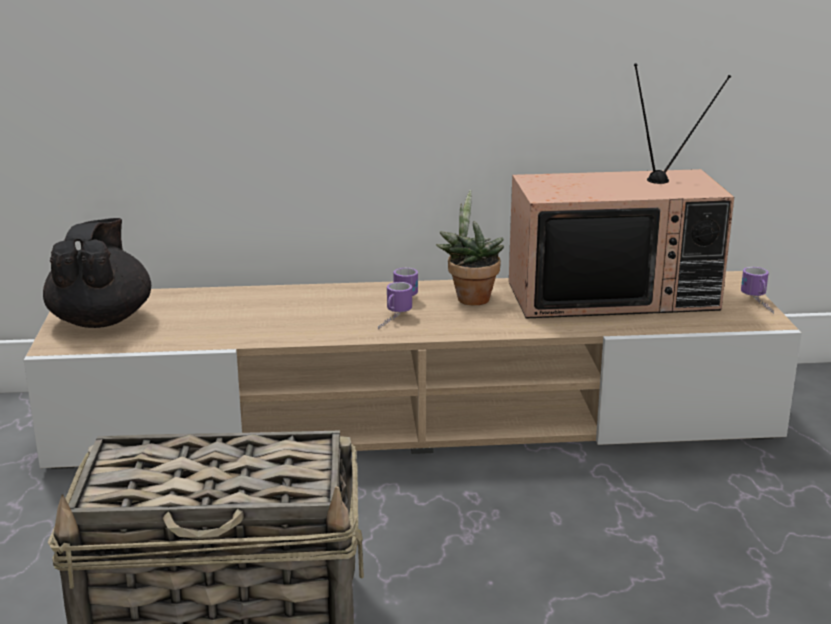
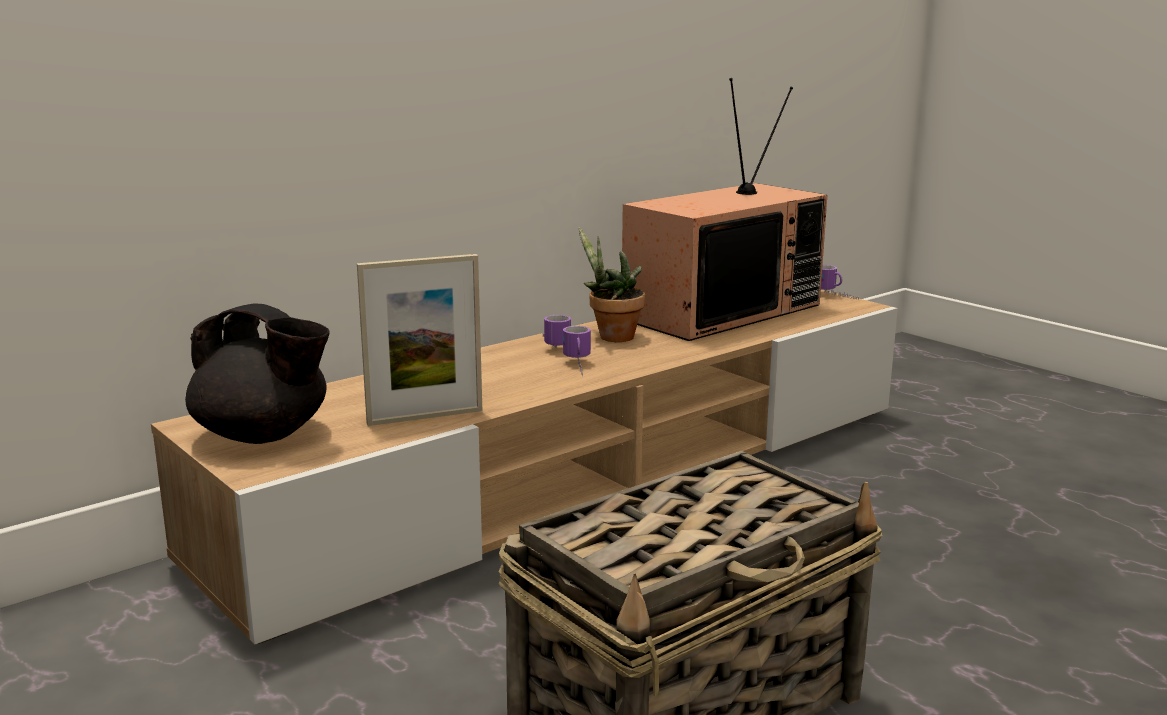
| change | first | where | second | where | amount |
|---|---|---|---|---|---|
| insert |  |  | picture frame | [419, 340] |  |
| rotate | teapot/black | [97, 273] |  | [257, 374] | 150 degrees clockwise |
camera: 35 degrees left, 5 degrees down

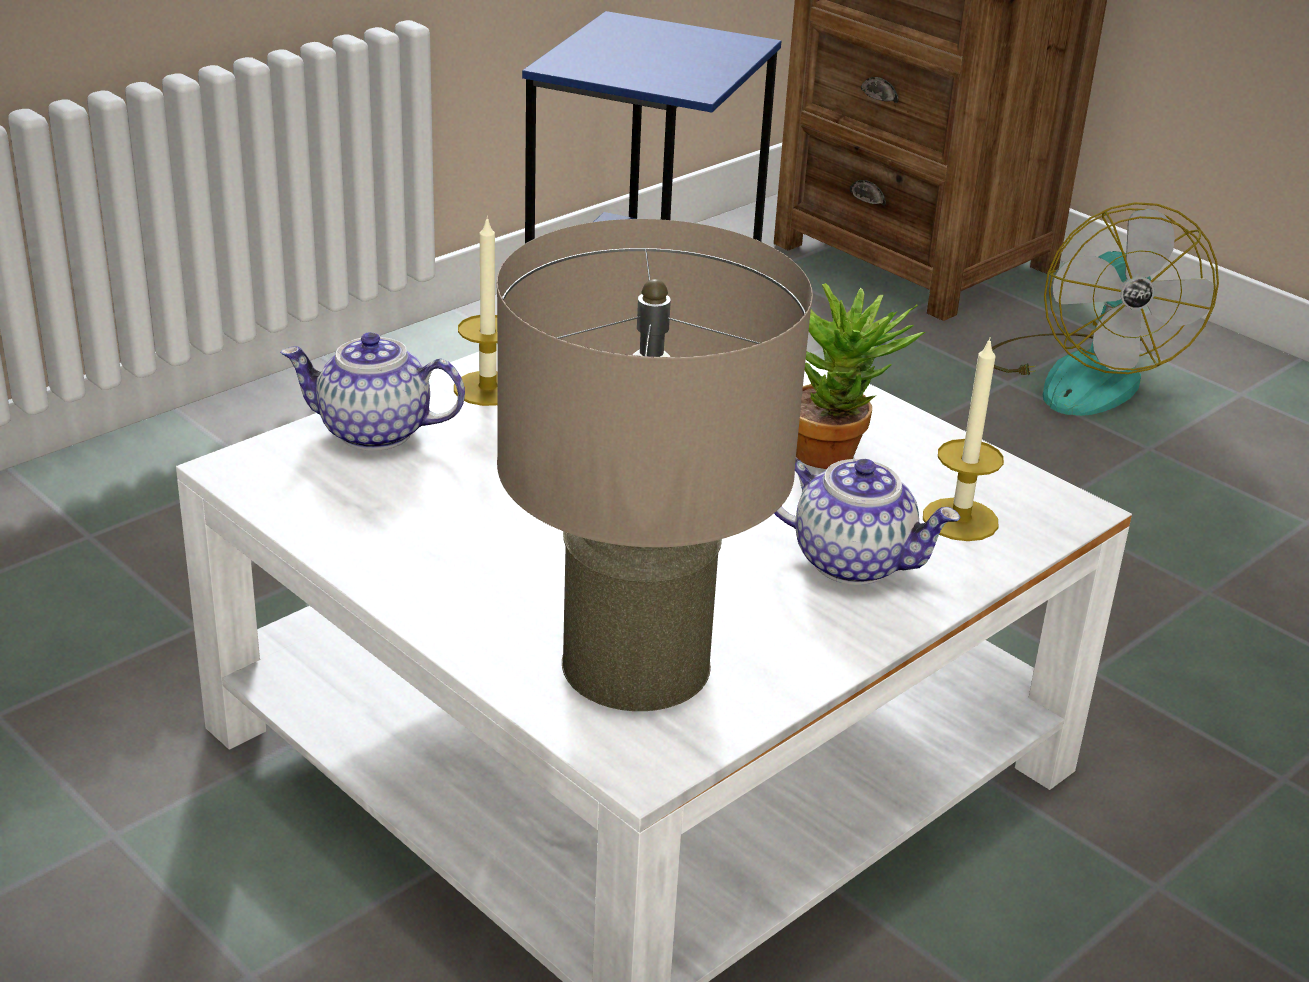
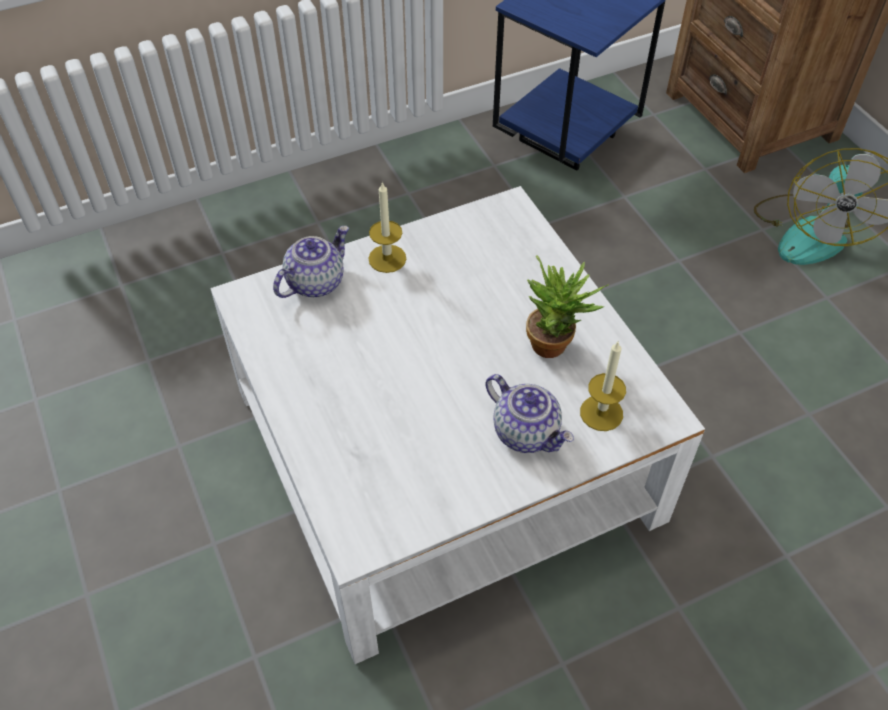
| change | first | where | second | where | amount |
|---|---|---|---|---|---|
| delete | table lamp/beige | [655, 465] |  |  |  |
| rotate | teapot | [372, 391] |  | [311, 262] | 105 degrees clockwise |
camera: 20 degrees right, 20 degrees up

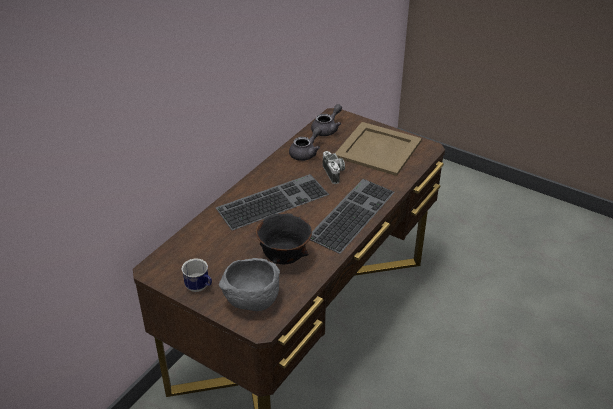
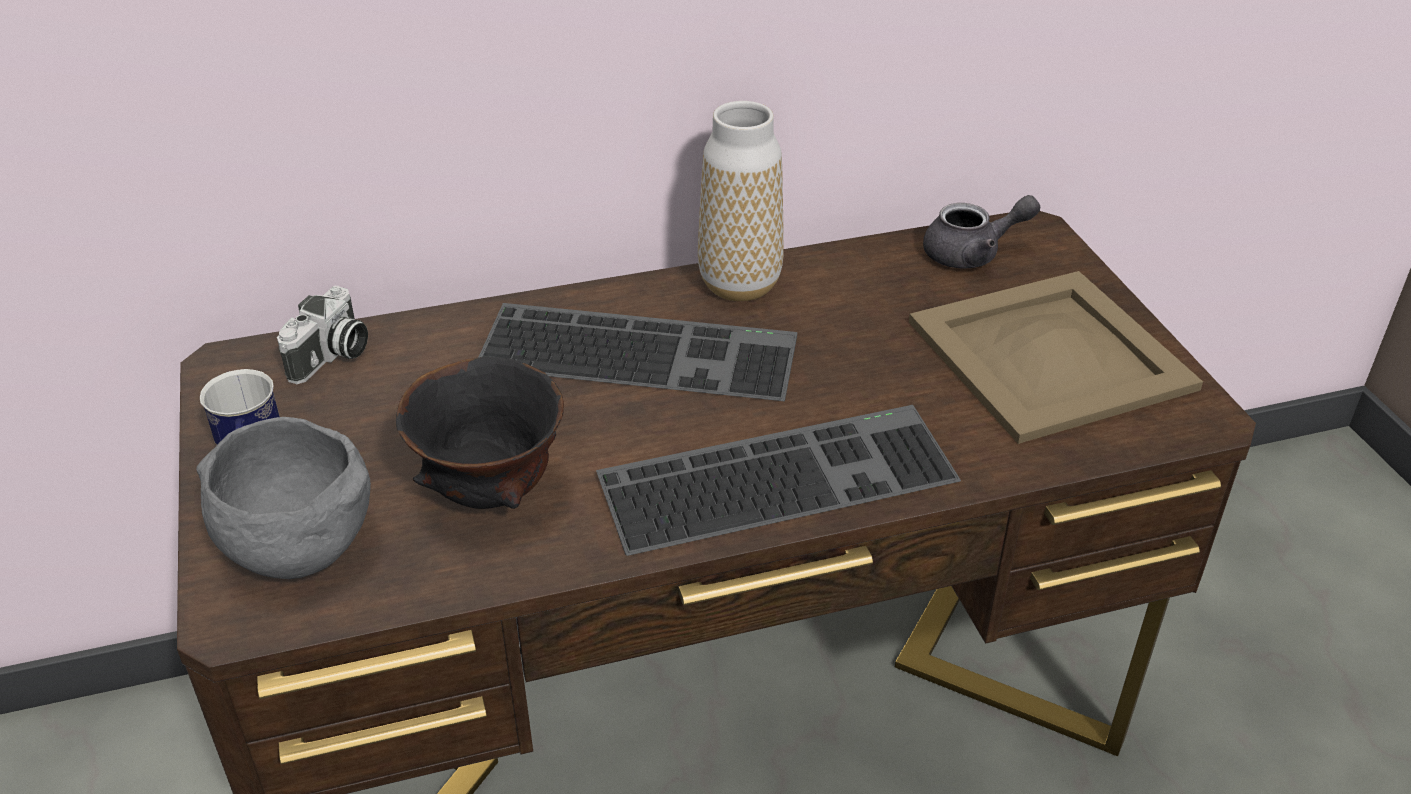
| change | first | where | second | where | amount |
|---|---|---|---|---|---|
| delete | teapot/grey | [305, 144] |  |  |  |
| insert |  |  | vase | [741, 201] |  |
| move | photo camera | [334, 167] |  | [322, 335] |  |
camera: 40 degrees right, 0 degrees up

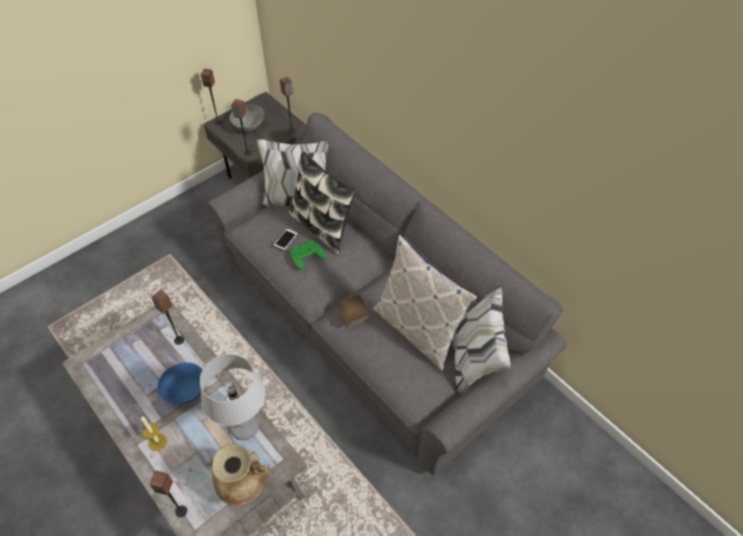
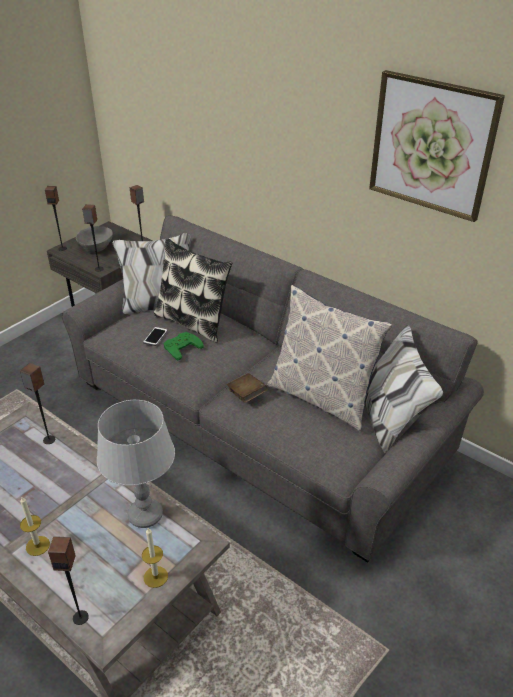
| change | first | where | second | where | amount |
|---|---|---|---|---|---|
| delete | bowl/blue | [180, 383] |  |  |  |
| insert |  |  | picture | [437, 146] |  |
| replace | vase/beige | [239, 475] | candle | [155, 558] |  |
camera: 10 degrees left, 15 degrees down

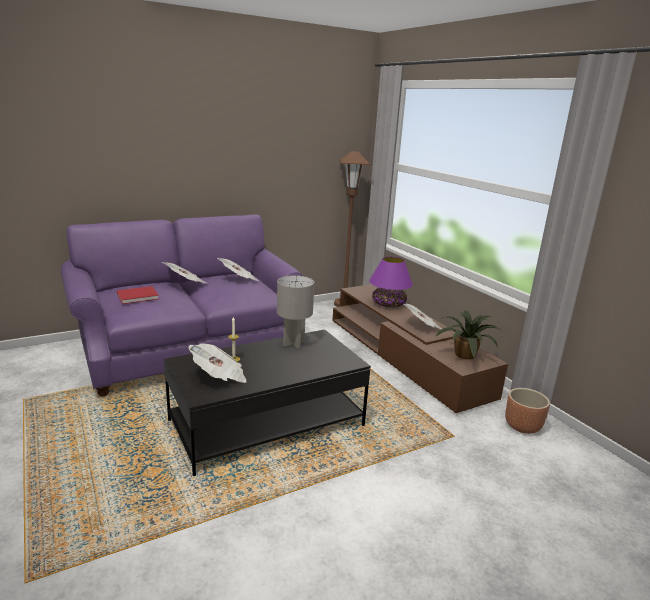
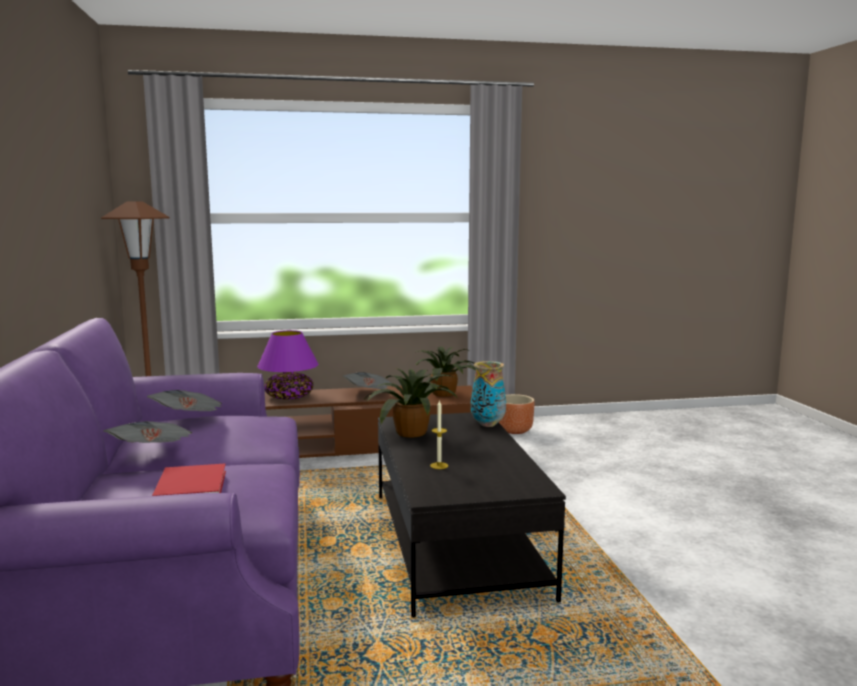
| change | first | where | second | where | amount |
|---|---|---|---|---|---|
| delete | newspaper | [217, 363] |  |  |  |
| insert |  |  | vase | [488, 394] |  |
| replace | table lamp/grey | [295, 311] | potted plant | [410, 403] |  |
camera: 70 degrees left, 10 degrees down

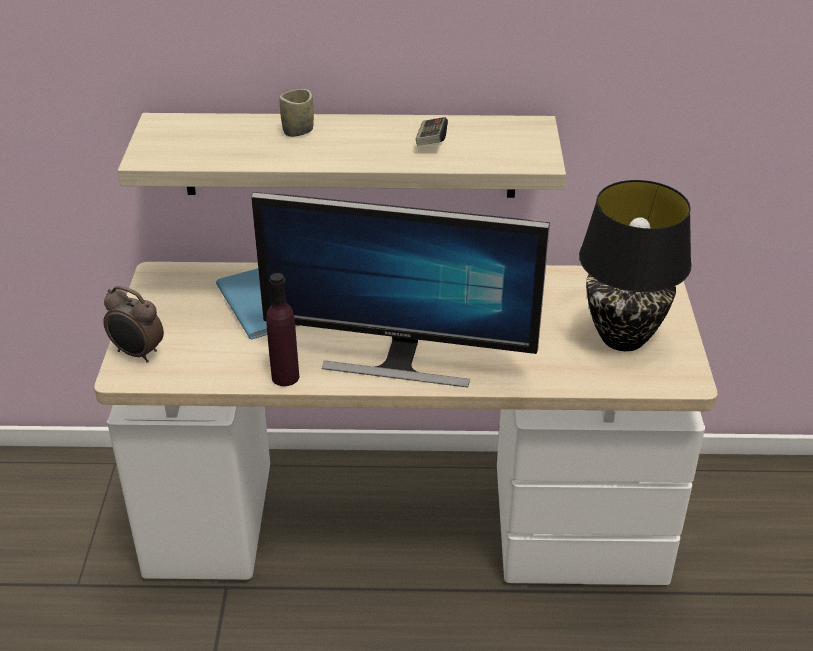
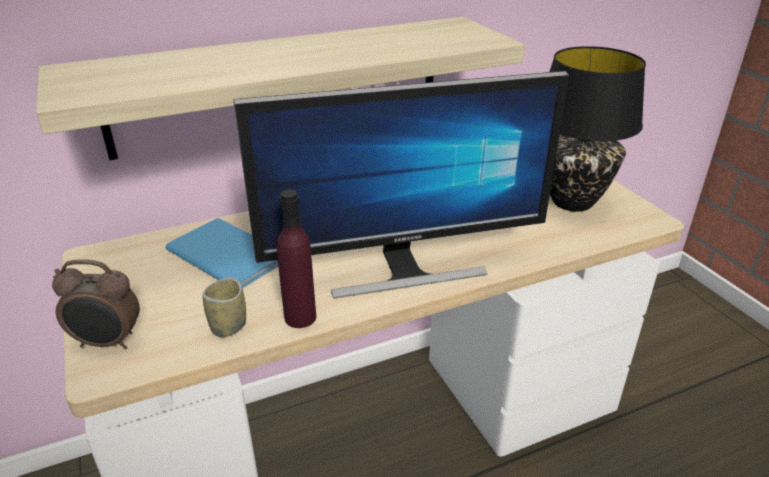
| change | first | where | second | where | amount |
|---|---|---|---|---|---|
| delete | game controller | [432, 131] |  |  |  |
| move | cup | [297, 113] |  | [224, 307] |  |
camera: 25 degrees left, 5 degrees down

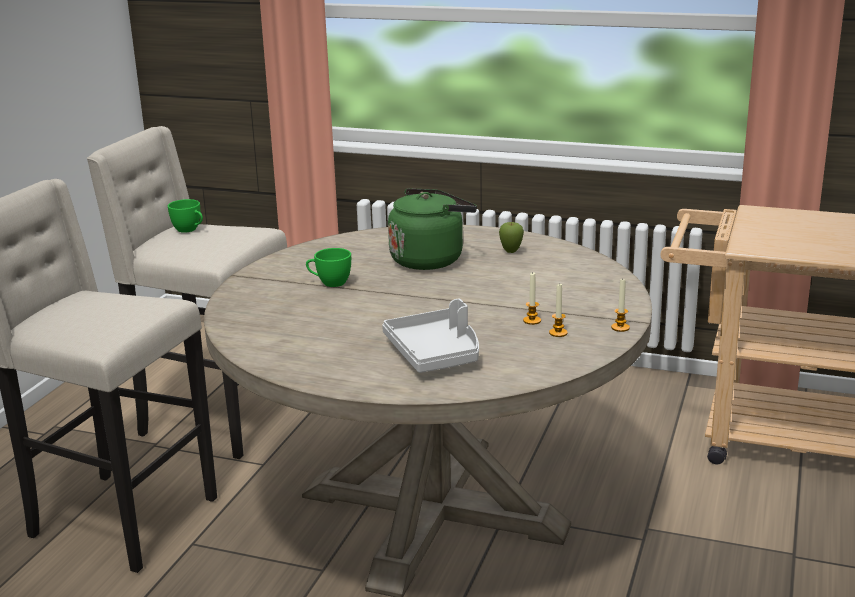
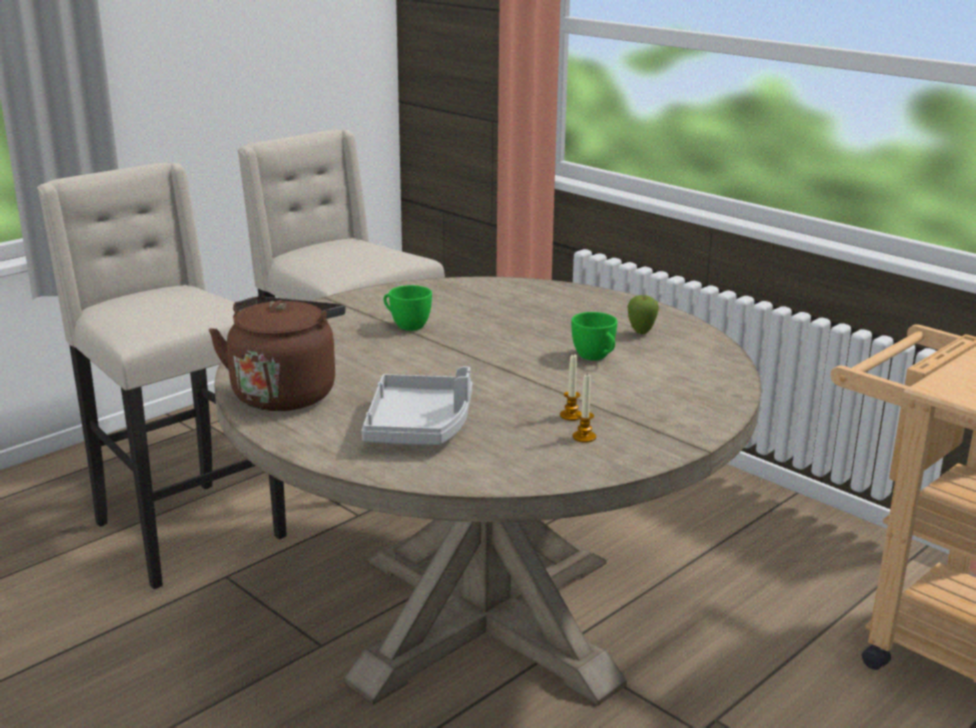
| change | first | where | second | where | amount |
|---|---|---|---|---|---|
| delete | kettle/green | [432, 229] |  |  |  |
| delete | candle | [620, 305] |  |  |  |
| insert |  |  | kettle/brown | [277, 354] |  |
| move | cup/green | [185, 216] |  | [594, 336] |  |
camera: 25 degrees right, 0 degrees up

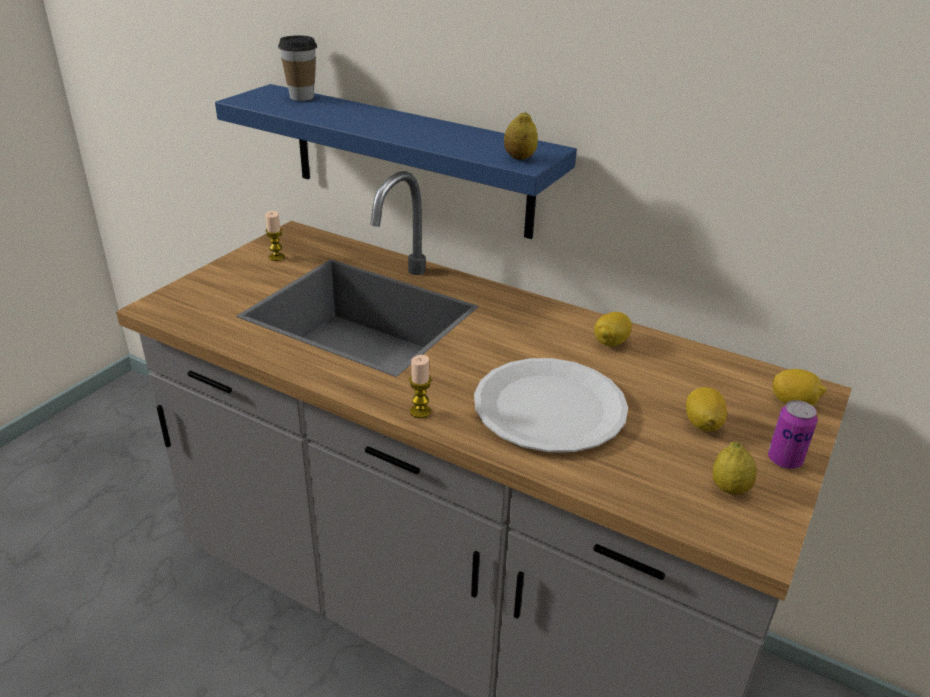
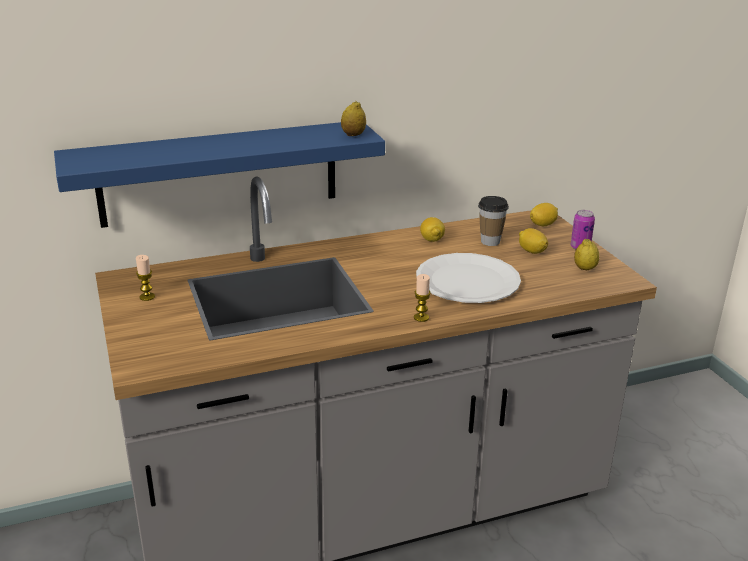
| change | first | where | second | where | amount |
|---|---|---|---|---|---|
| move | cup | [297, 68] |  | [493, 221] |  |
camera: 50 degrees left, 5 degrees down

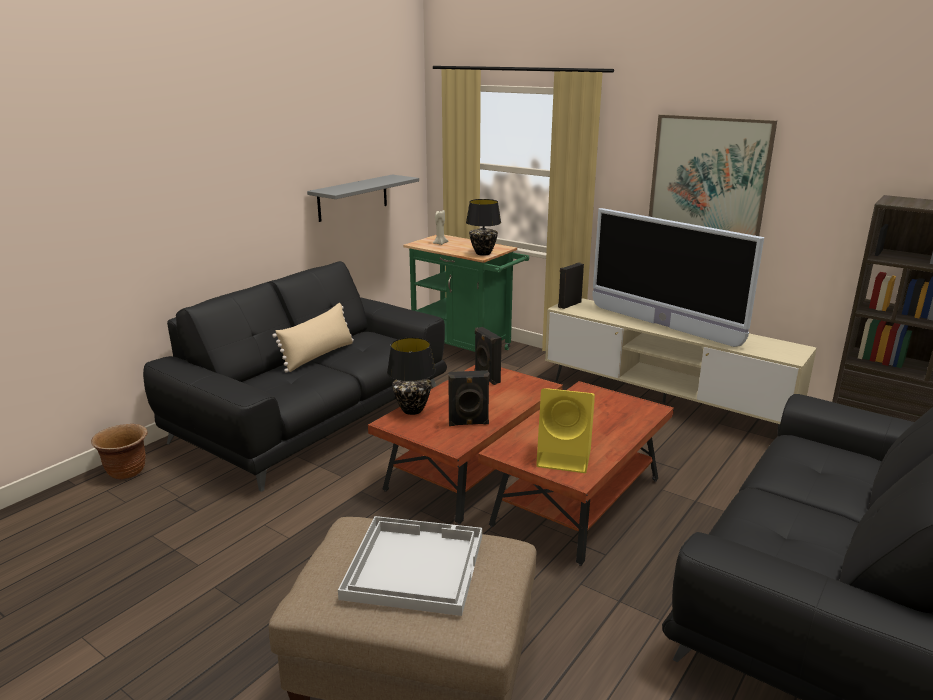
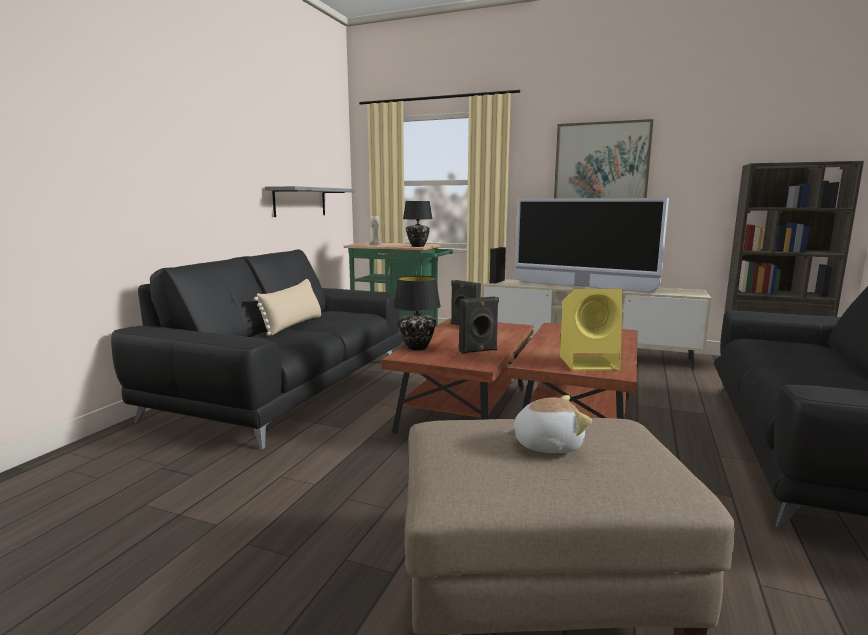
| change | first | where | second | where | amount |
|---|---|---|---|---|---|
| delete | planter/brown | [119, 452] |  |  |  |
| replace | tray/white | [410, 566] | plush toy | [548, 424] |  |
camera: 15 degrees left, 10 degrees down

